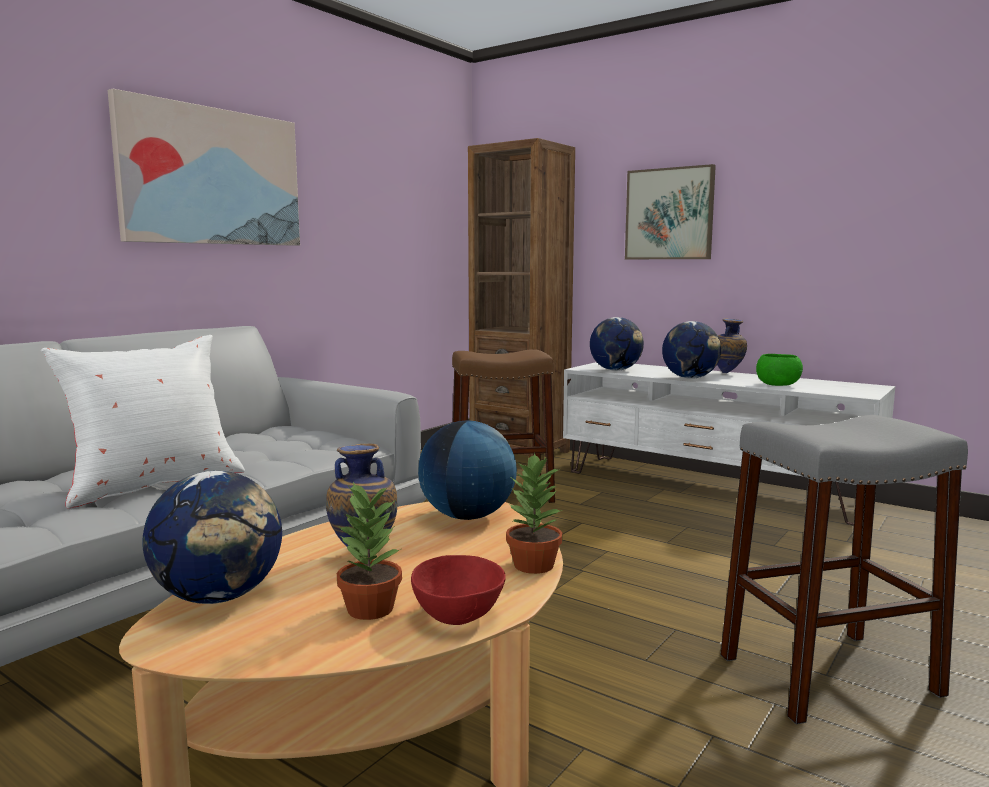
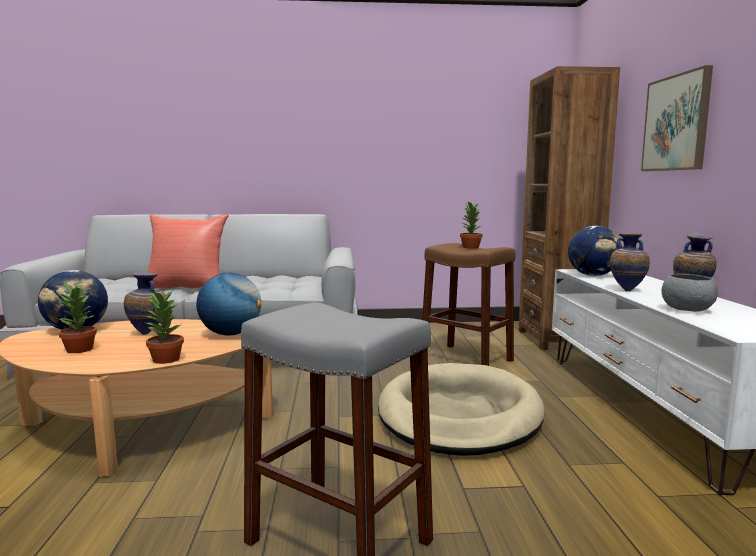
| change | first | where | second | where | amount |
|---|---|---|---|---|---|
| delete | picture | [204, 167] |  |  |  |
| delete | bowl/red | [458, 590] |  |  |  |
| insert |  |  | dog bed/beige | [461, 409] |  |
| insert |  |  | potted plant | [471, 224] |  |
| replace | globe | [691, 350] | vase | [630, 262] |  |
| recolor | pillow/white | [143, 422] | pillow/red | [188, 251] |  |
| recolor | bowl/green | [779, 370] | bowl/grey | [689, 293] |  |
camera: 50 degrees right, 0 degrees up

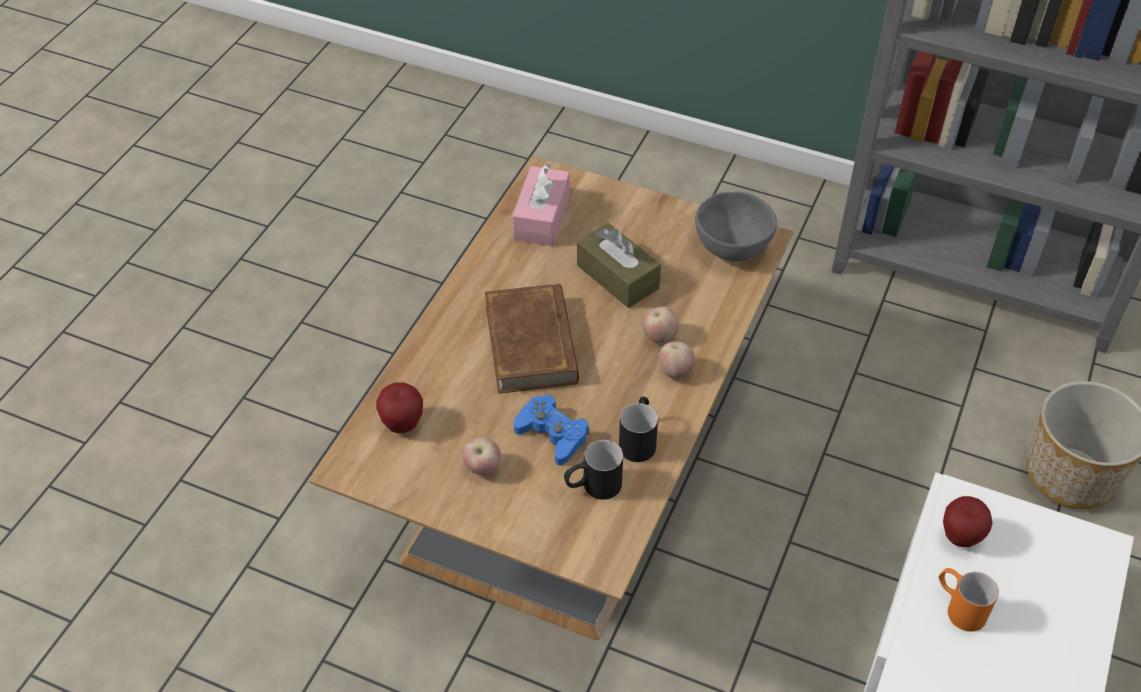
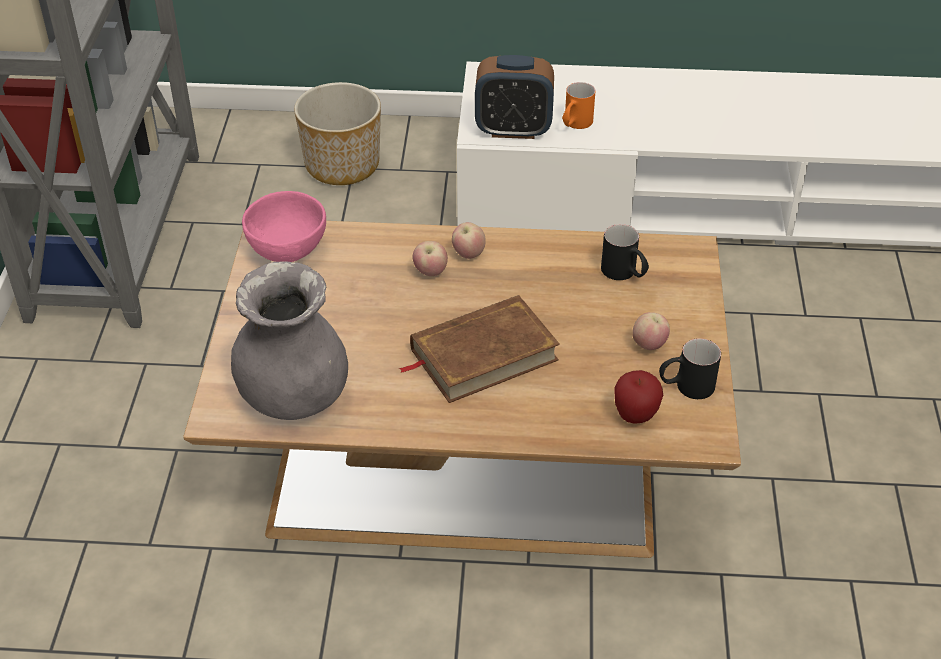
| change | first | where | second | where | amount |
|---|---|---|---|---|---|
| delete | game controller/blue | [551, 430] |  |  |  |
| delete | tissue box/brown | [619, 265] |  |  |  |
| move | mug/black | [638, 429] |  | [690, 368] |  |
| replace | tissue box/pink | [541, 205] | vase/grey | [289, 341] |  |
| replace | apple | [968, 522] | alarm clock | [514, 97] |  |
| recolor | bowl/grey | [736, 226] | bowl/pink | [284, 226] |  |
camera: 110 degrees left, 5 degrees down

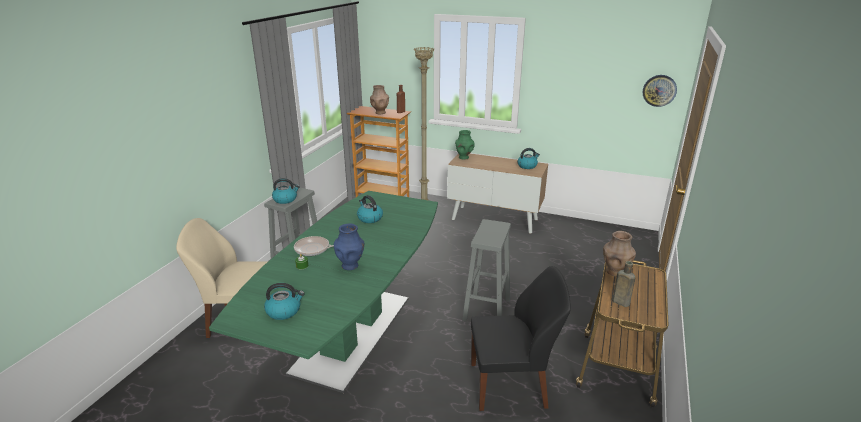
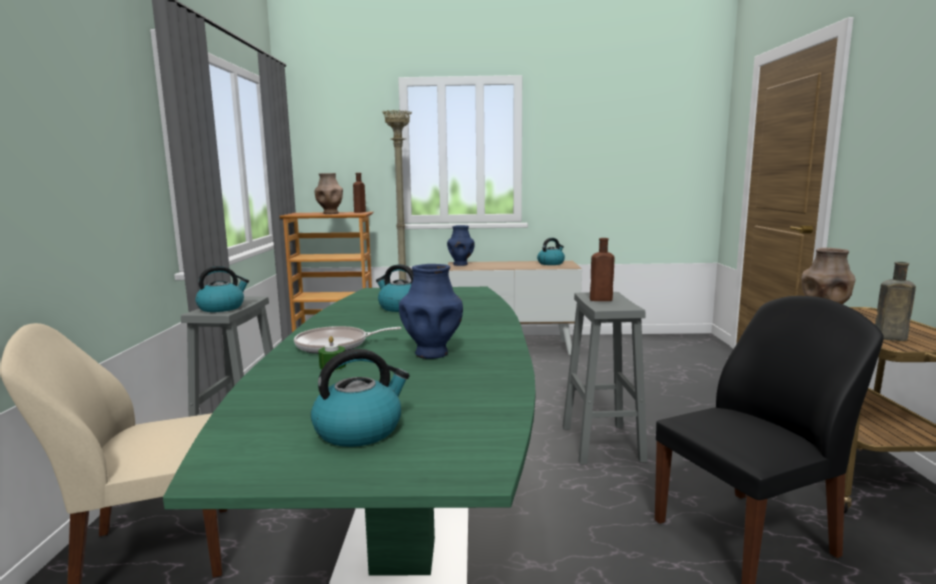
| change | first | where | second | where | amount |
|---|---|---|---|---|---|
| delete | wall clock | [660, 91] |  |  |  |
| insert |  |  | bottle/brown | [602, 269] |  |
| recolor | vase/green | [465, 145] | vase/blue | [461, 245] |  |
camera: 20 degrees left, 15 degrees down

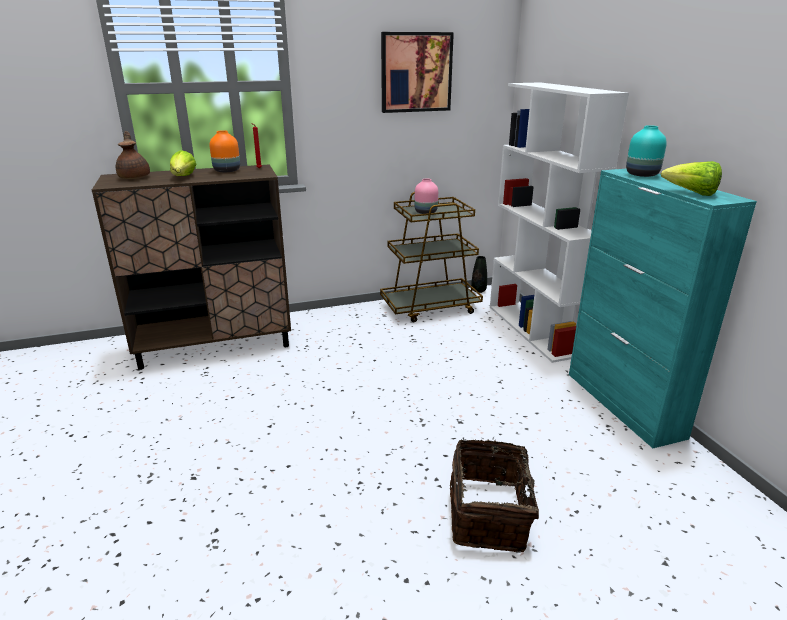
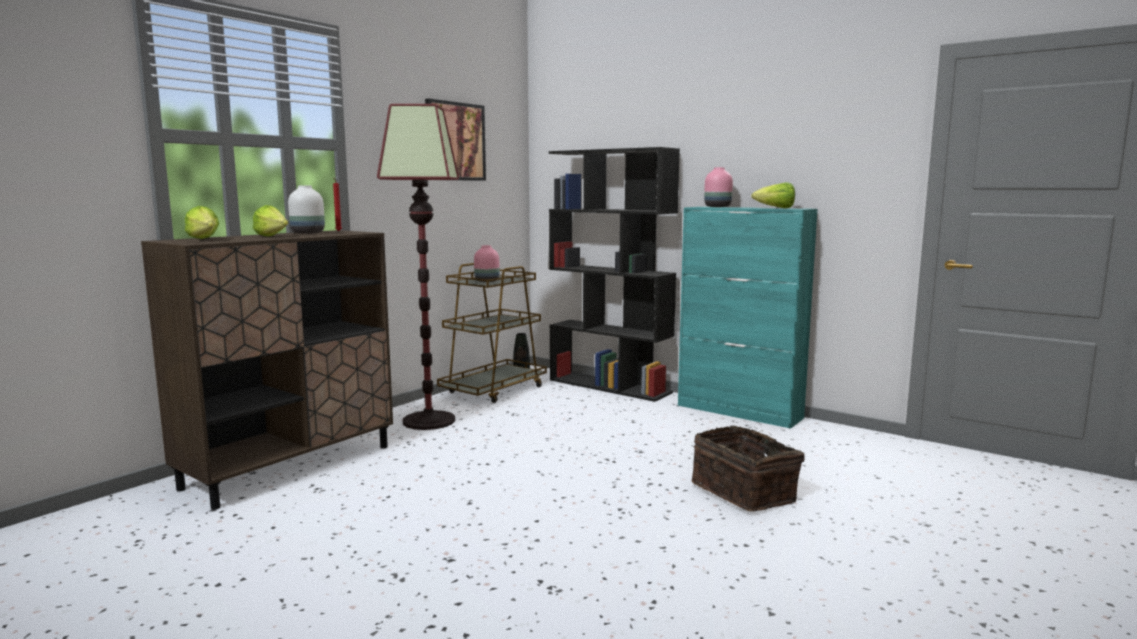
| change | first | where | second | where | amount |
|---|---|---|---|---|---|
| insert |  |  | floor lamp | [418, 267] |  |
| replace | teapot/brown | [133, 155] | lettuce | [202, 222] |  |
| recolor | vase/orange | [225, 151] | vase/white | [306, 209] |  |
| recolor | bookcase/white | [559, 222] | bookcase/black | [614, 274] |  |
| recolor | vase/turquoise | [646, 151] | vase/pink | [718, 187] |  |
camera: 35 degrees left, 15 degrees down

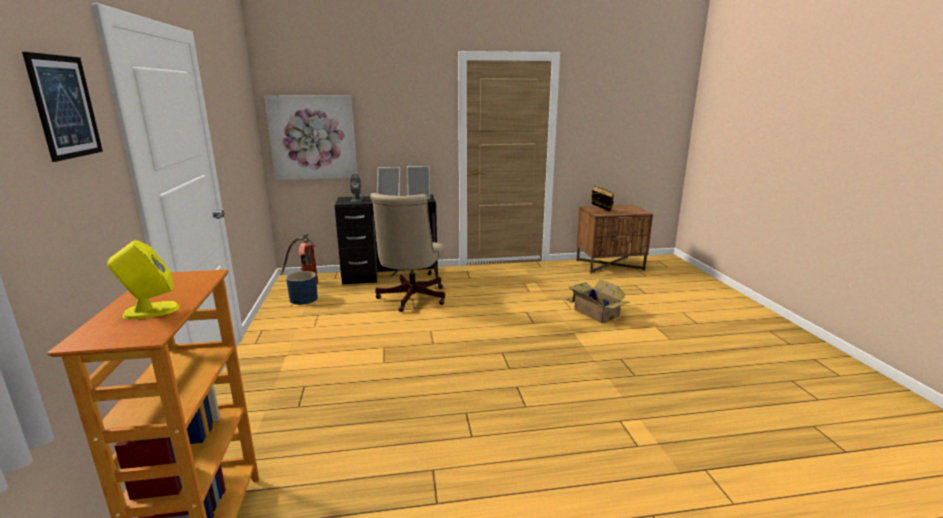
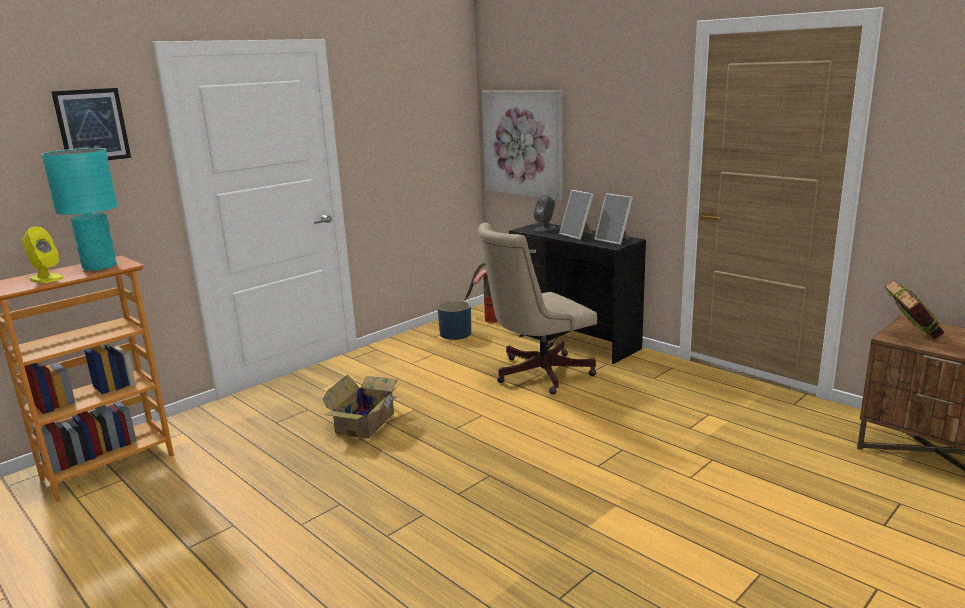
| change | first | where | second | where | amount |
|---|---|---|---|---|---|
| insert |  |  | table lamp/turquoise | [79, 209] |  |
| move | cardboard box | [597, 301] |  | [362, 406] |  |
camera: 55 degrees right, 0 degrees up

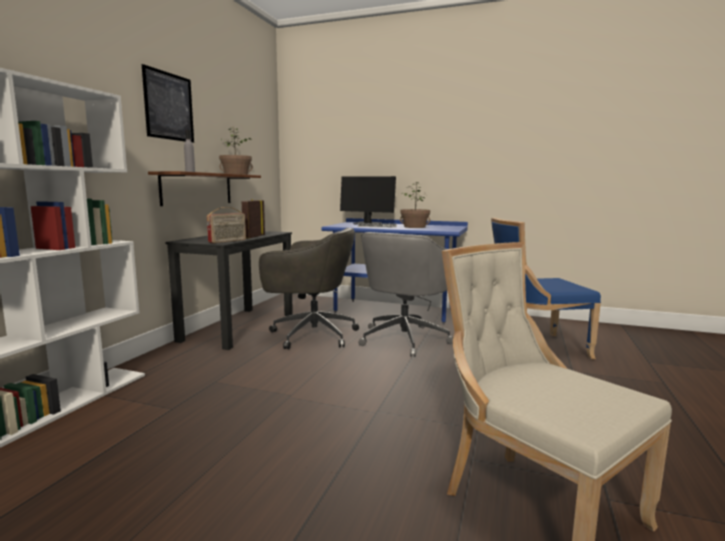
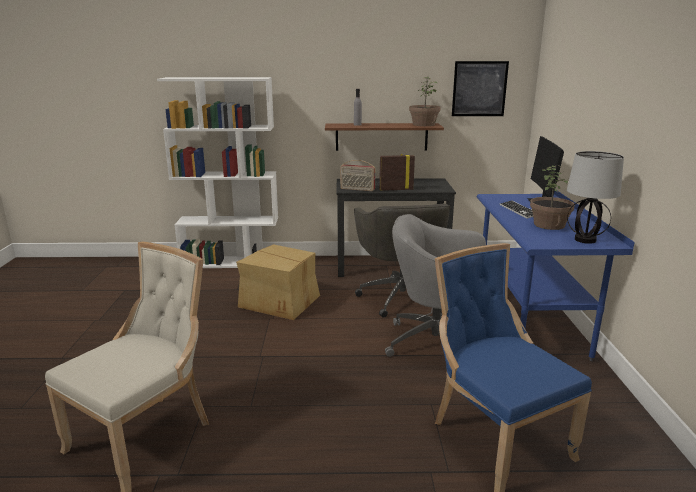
| change | first | where | second | where | amount |
|---|---|---|---|---|---|
| insert |  |  | cardboard box | [278, 282] |  |
| insert |  |  | table lamp | [595, 197] |  |
| move | picture | [168, 103] |  | [480, 88] |  |
camera: 70 degrees right, 10 degrees up

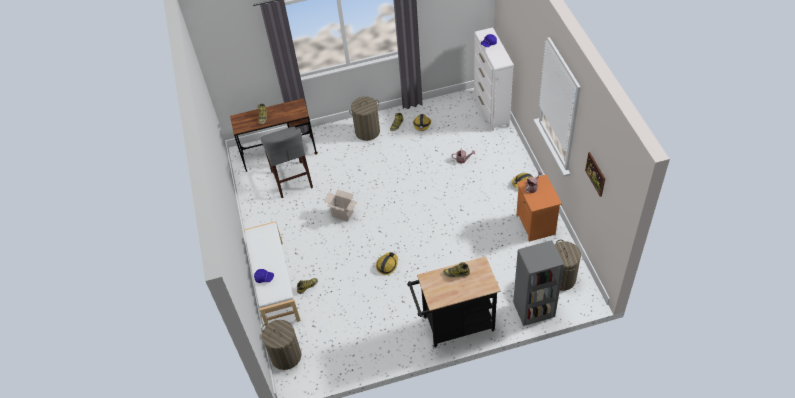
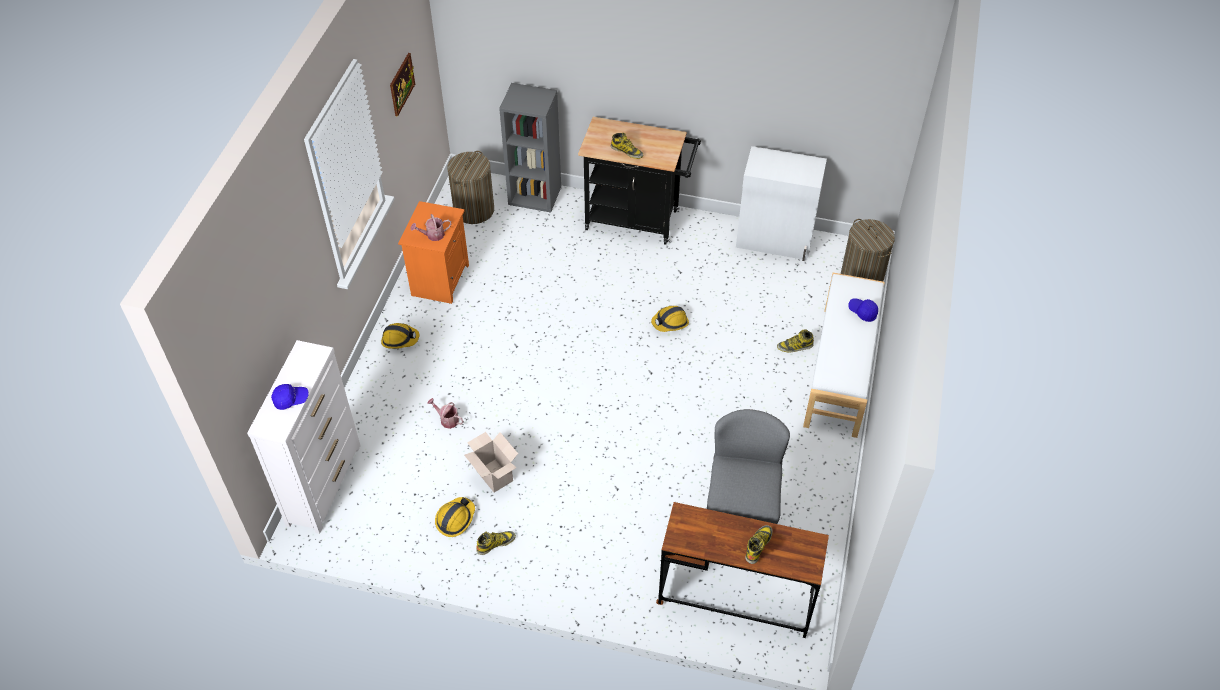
| change | first | where | second | where | amount |
|---|---|---|---|---|---|
| delete | laundry basket | [364, 118] |  |  |  |
| insert |  |  | cabinet/white | [781, 203] |  |
| move | cardboard box | [340, 205] |  | [491, 462] |  |
camera: 155 degrees left, 0 degrees up

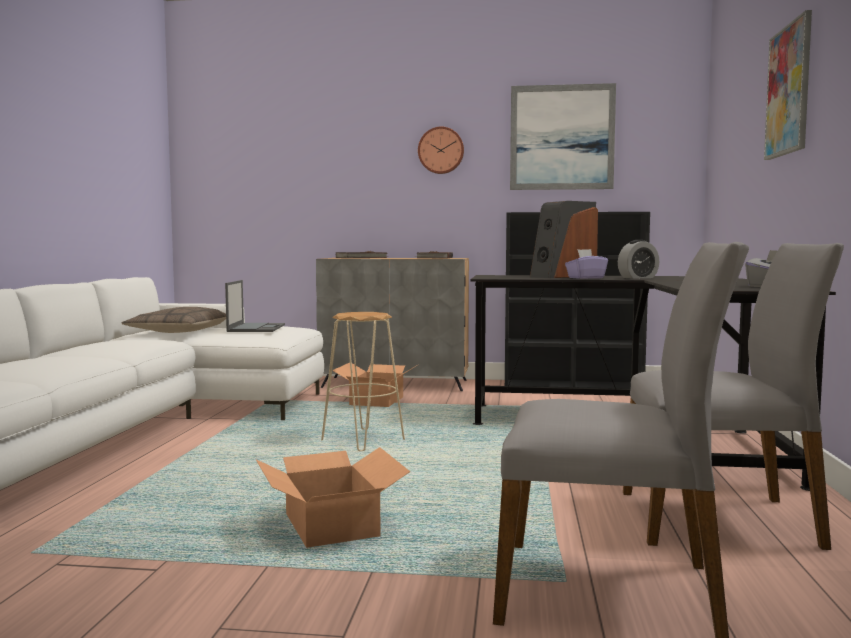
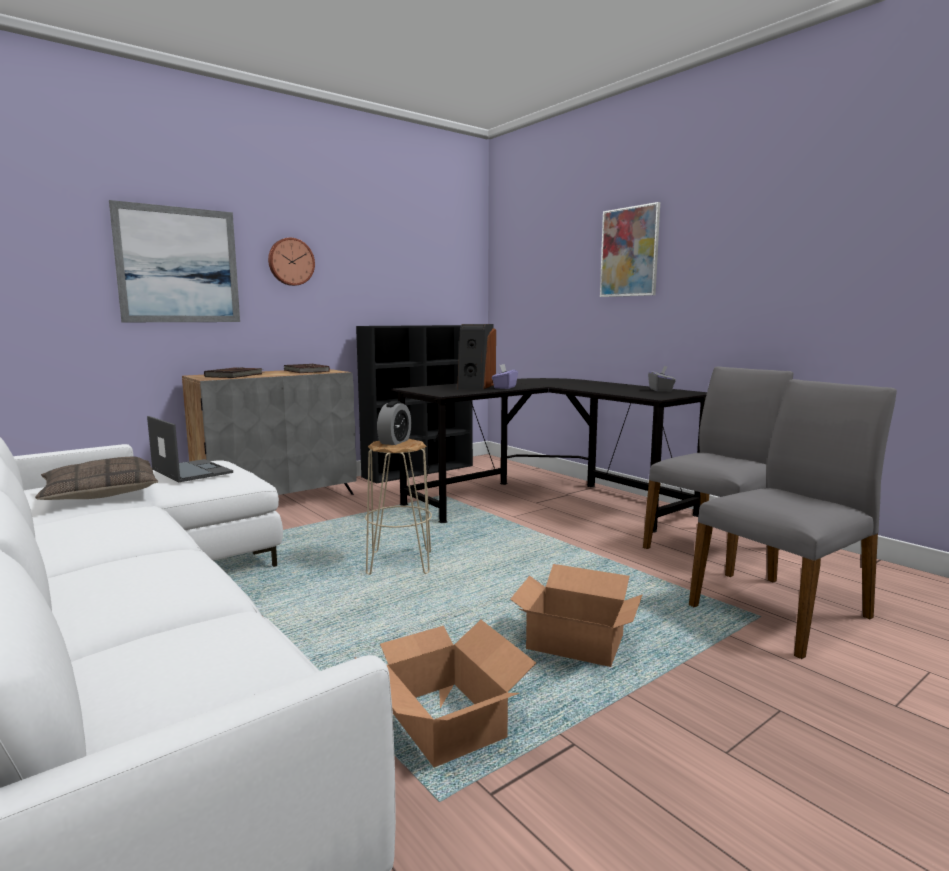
| change | first | where | second | where | amount |
|---|---|---|---|---|---|
| move | cardboard box | [375, 385] |  | [445, 693] |  |
| move | picture | [563, 136] |  | [174, 261] |  |
| move | alarm clock | [638, 259] |  | [394, 423] |  |
camera: 45 degrees left, 5 degrees up

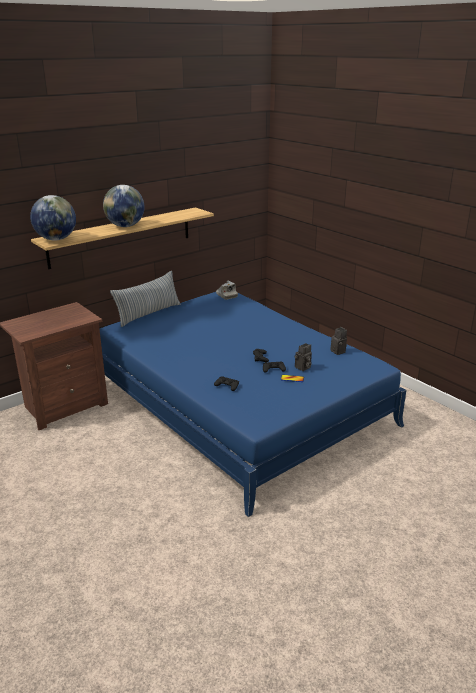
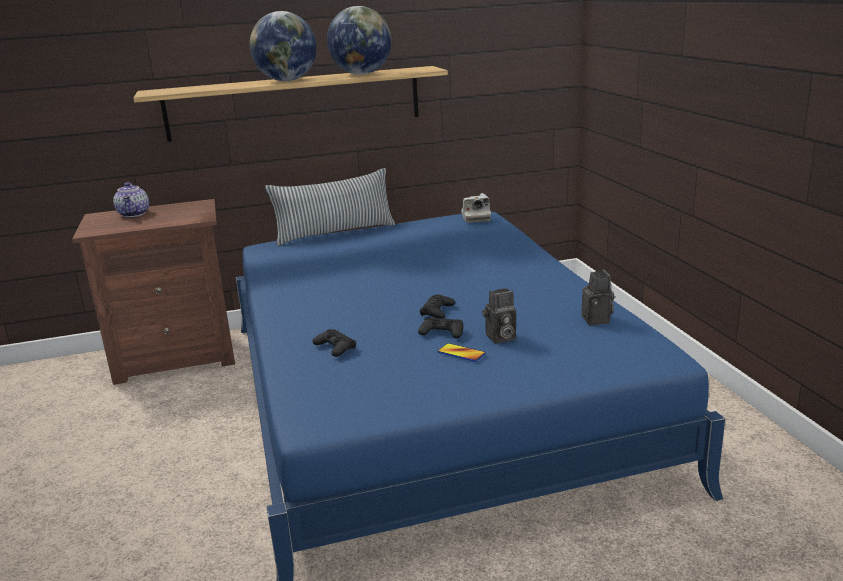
| change | first | where | second | where | amount |
|---|---|---|---|---|---|
| insert |  |  | teapot | [131, 199] |  |
| move | globe | [53, 218] |  | [359, 40] |  |
camera: 25 degrees right, 5 degrees down

